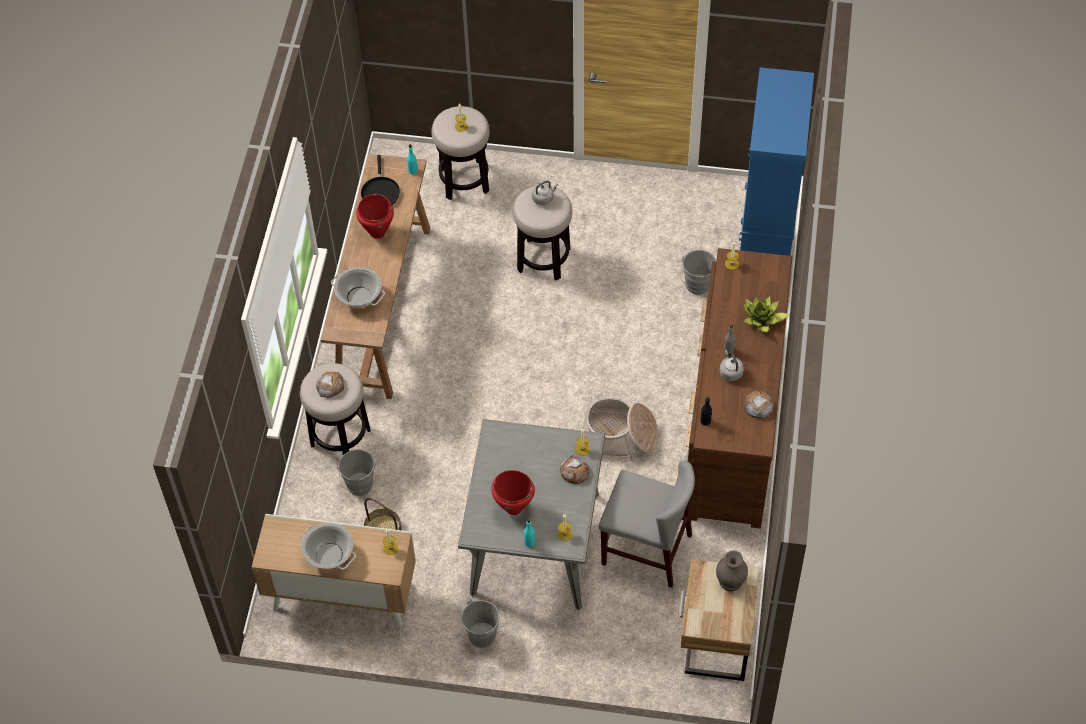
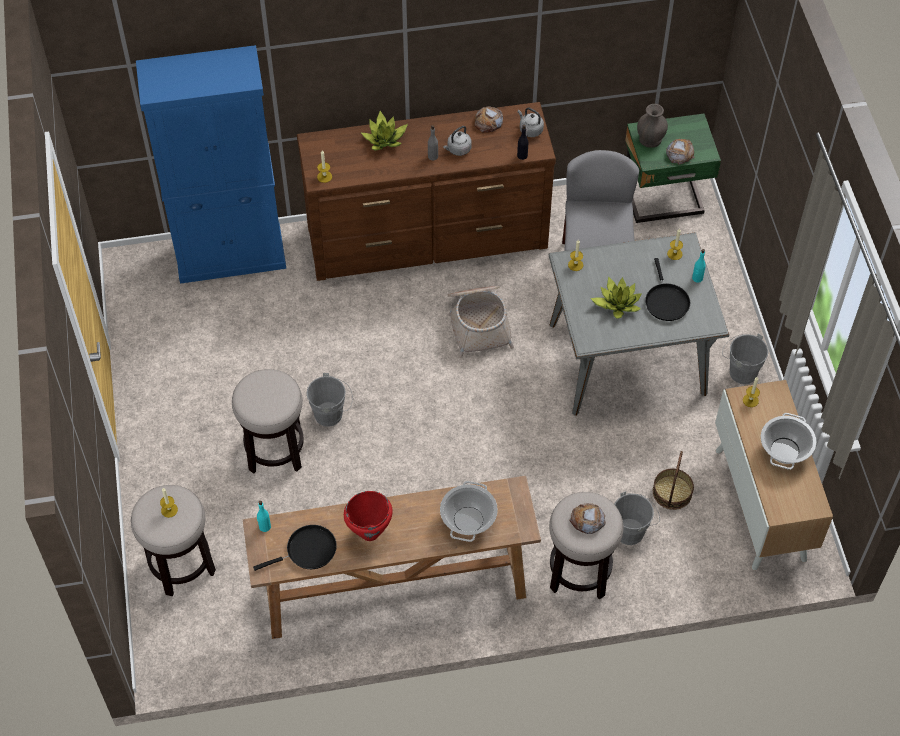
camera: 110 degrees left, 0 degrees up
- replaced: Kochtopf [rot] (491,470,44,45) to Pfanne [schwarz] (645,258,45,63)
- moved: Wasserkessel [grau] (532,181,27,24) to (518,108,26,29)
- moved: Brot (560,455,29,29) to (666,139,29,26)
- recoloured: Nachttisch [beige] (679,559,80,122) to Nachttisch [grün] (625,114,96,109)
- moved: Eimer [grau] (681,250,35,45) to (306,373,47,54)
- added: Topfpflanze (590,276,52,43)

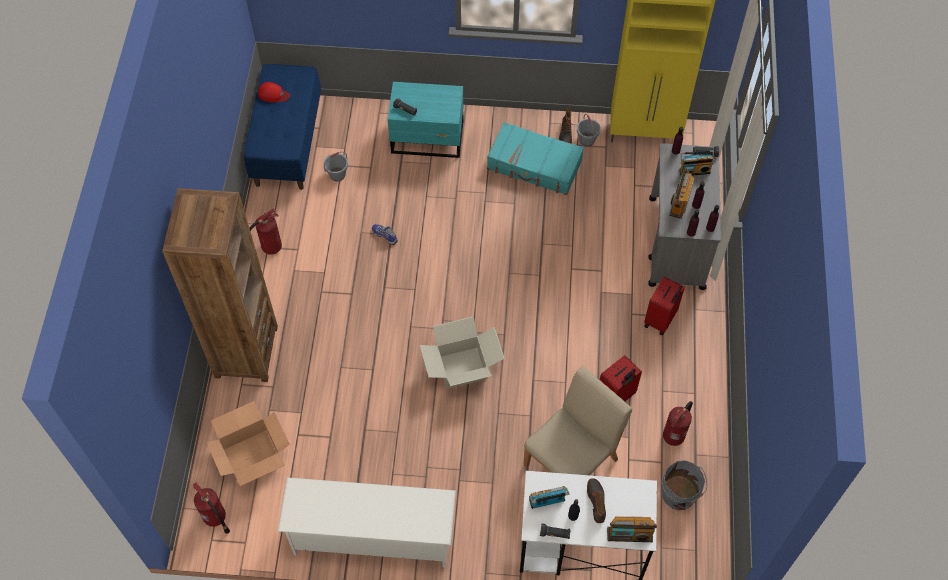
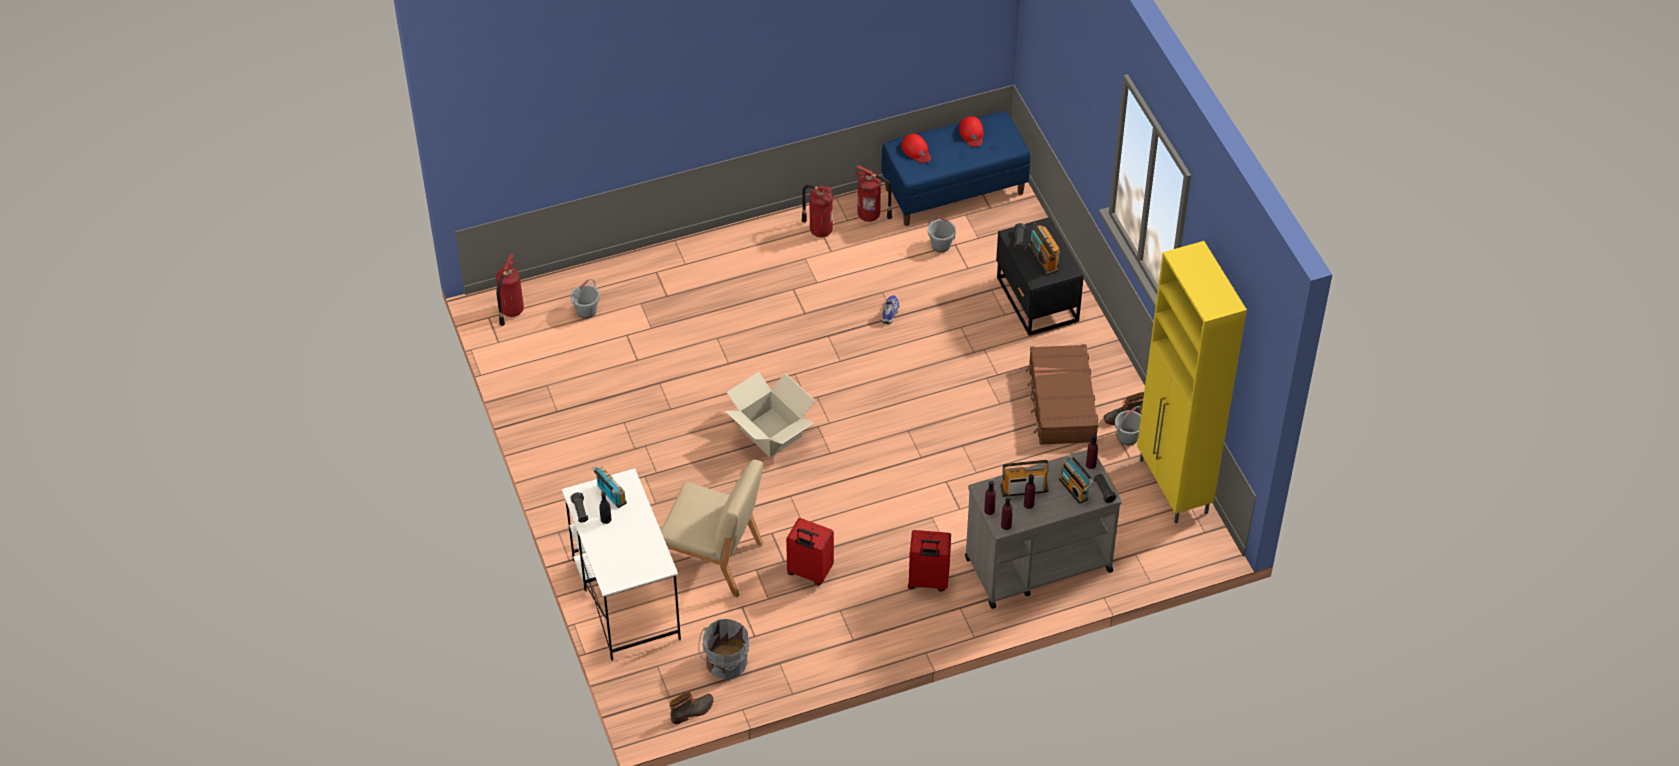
camera: 65 degrees right, 10 degrees down
- removed: Bücherregal [braun] (162,188,116,194)
- replaced: Karton (206,401,84,85) to Eimer [grau] (571,279,29,40)
- removed: Schuhregal [weiß] (278,477,178,91)
- recoloured: Nachttisch [türkis] (387,82,76,76) to Nachttisch [schwarz] (996,217,88,119)
- recoloured: Koffer [türkis] (487,122,97,73) to Koffer [braun] (1025,344,74,101)
- moved: Stiefel (587,478,19,45) to (669,692,45,32)
- moved: Radio (607,516,50,26) to (1028,222,32,53)
- moved: Feuerlöscher (663,401,30,45) to (854,165,38,57)
- added: Kappe [rot] (901,134,30,29)

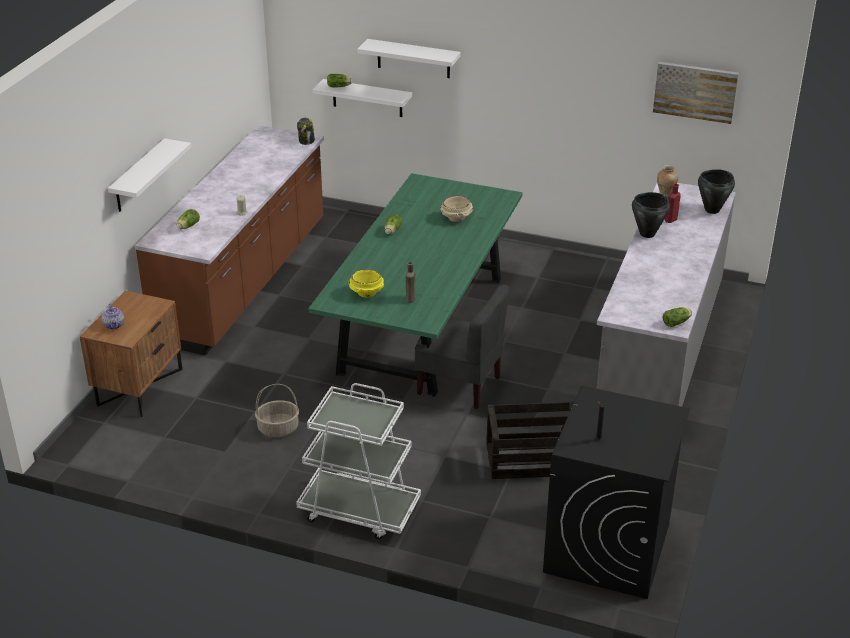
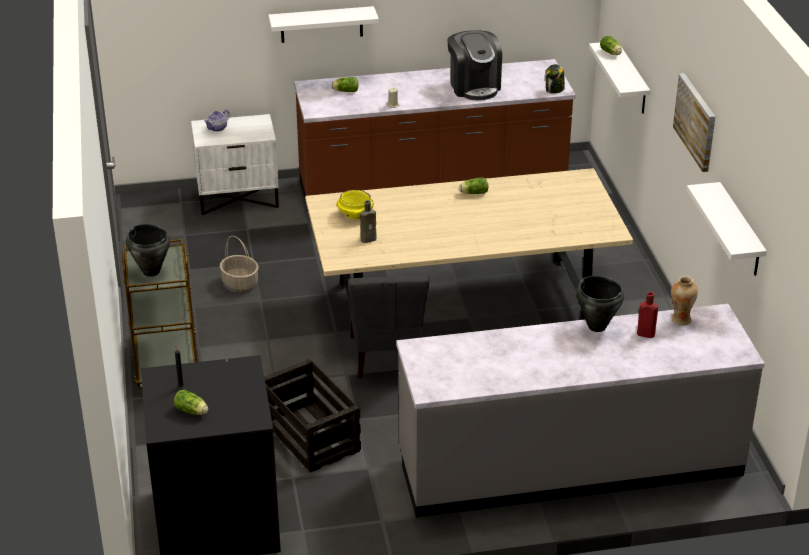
camera: 60 degrees right, 0 degrees up
- recoloured: Nachttisch [braun] (80,291,102,126) to Nachttisch [weiß] (191,114,88,101)
- recoloured: Rollwagen [weiß] (296,383,125,157) to Rollwagen [braun] (121,239,76,150)
- recoloured: Esstisch [grün] (308,173,214,224) to Esstisch [beige] (305,168,328,152)
- moved: Wandregal [weiß] (357,39,104,39) to (687,182,80,94)
- removed: Schüssel [beige] (440,196,33,26)
- moved: Bild (653,62,86,62) to (673,73,42,99)
- moved: Salatkopf (663,307,29,20) to (174,390,34,25)
- moved: Kochtopf [schwarz] (698,169,37,45) to (126,224,44,53)
- added: Kaffeemaschine (447,30,55,70)

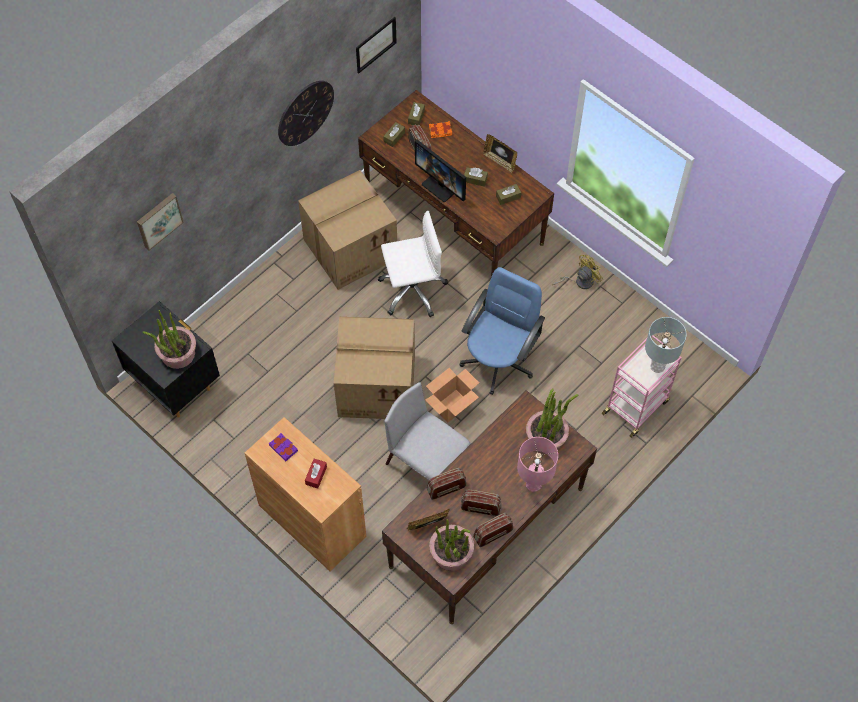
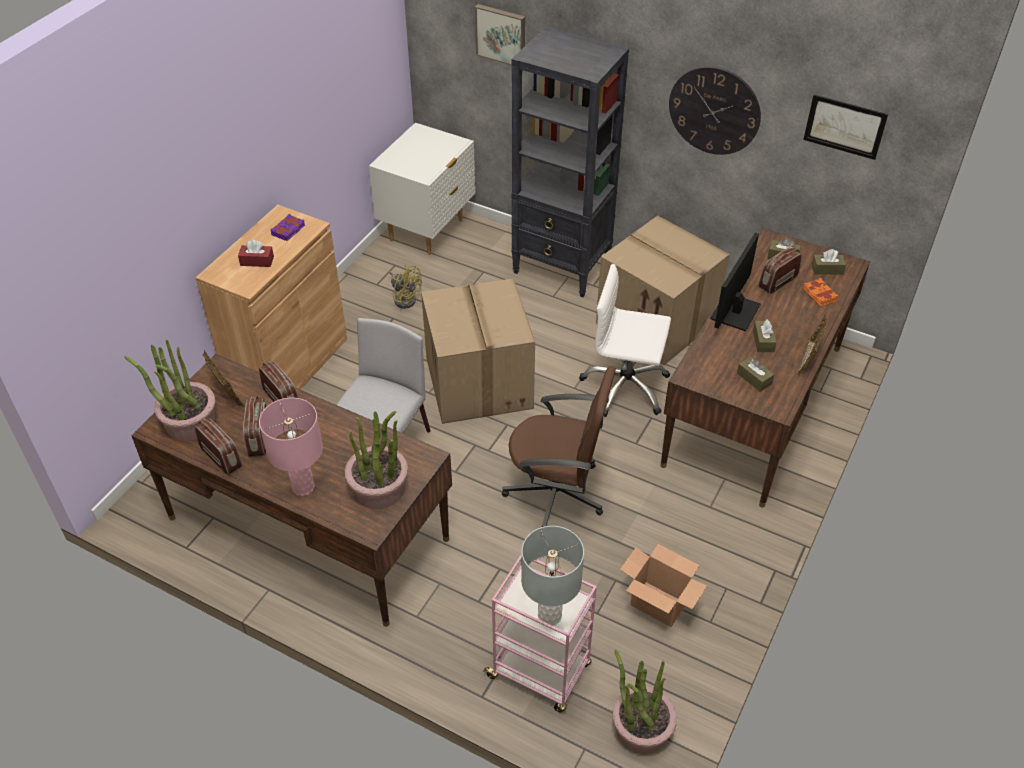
camera: 75 degrees right, 15 degrees down
- recoloured: Nachttisch [schwarz] (112,301,108,117) to Nachttisch [weiß] (369,123,106,132)
- moved: Topfpflanze (142,310,54,59) to (612,649,65,105)
- turned: Bürostuhl [weiß] (378,211,70,106) = (579,264,92,153) 135 degrees clockwise
- moved: Karton (426,368,53,54) to (620,544,87,83)
- recoloured: Bürostuhl [blau] (460,267,85,128) to Bürostuhl [braun] (502,366,114,161)
- moved: Ventilator [gelb] (553,255,50,34) to (389,265,33,44)
- added: Bücherregal [schwarz] (511,26,118,271)

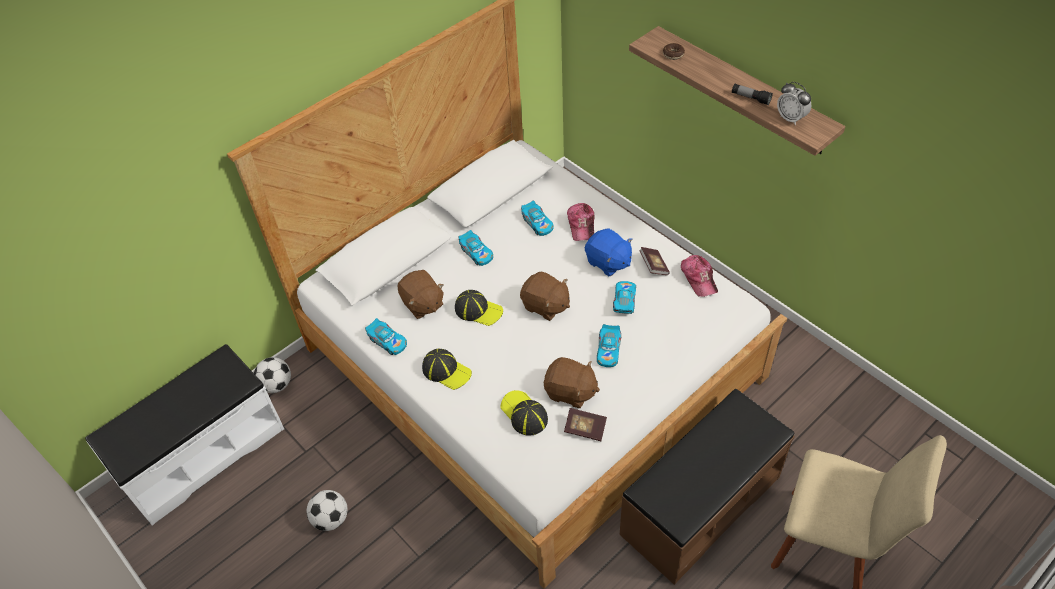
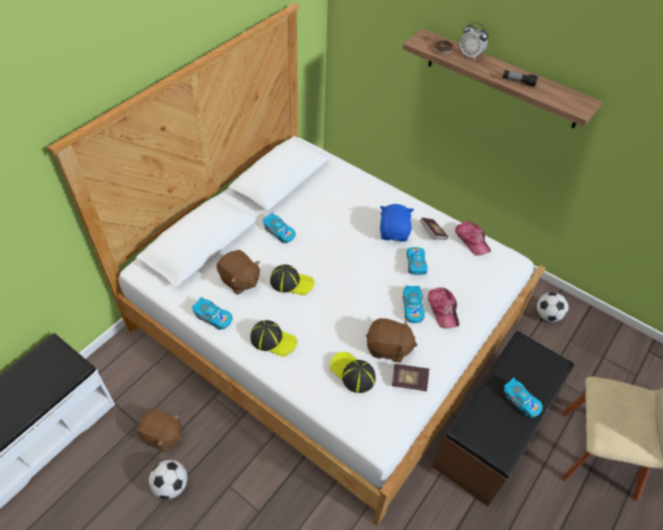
camera: 15 degrees left, 0 degrees up
- moved: Fußball (254,357,37,36) to (537,292,31,30)
- moved: Plüschtier [braun] (520,271,50,50) to (137,409,45,43)
- moved: Spielzeugauto (521,201,33,35) to (504,377,39,41)
- moved: Kappe (567,203,27,38) to (428,287,31,42)
- turned: Plüschtier [blau] (585,228,47,48) = (380,204,34,37) 120 degrees counterclockwise
- moved: Wecker (777,82,34,43) to (460,22,28,38)

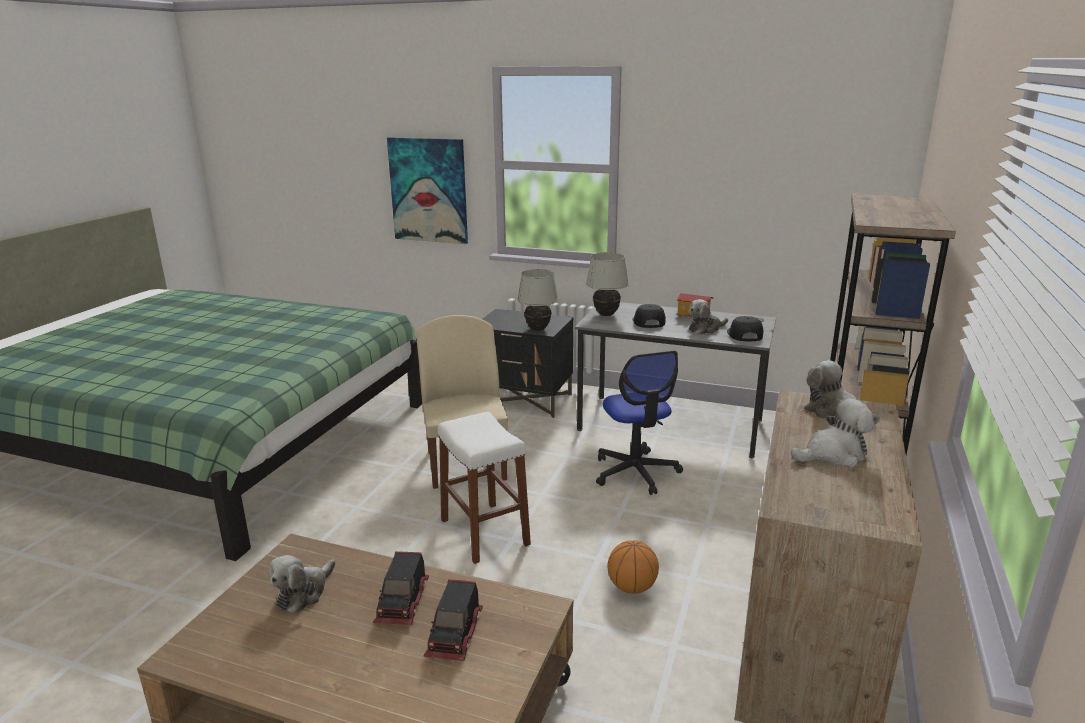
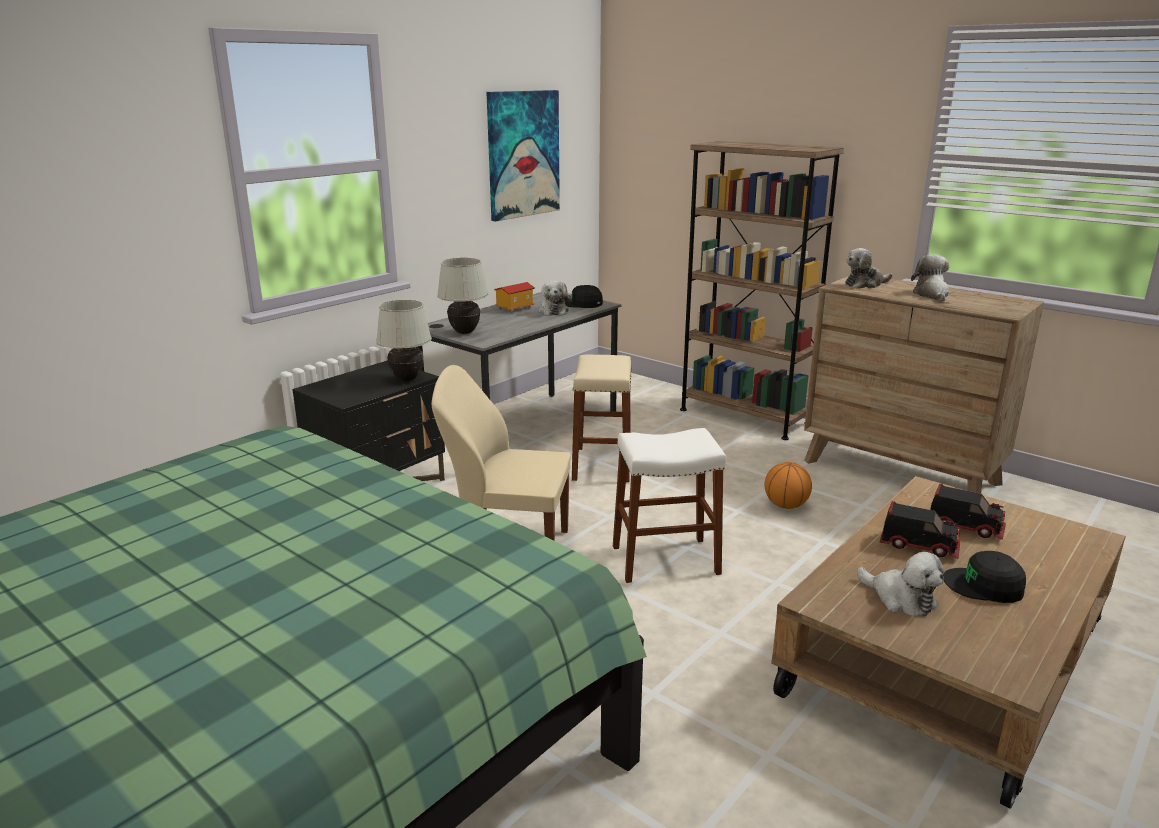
camera: 70 degrees left, 0 degrees up
- moved: Bild (387,137,81,107) to (486,90,74,132)
- replaced: Bürostuhl (596,351,87,144) to Hocker [beige] (572,354,60,128)
- moved: Kappe [schwarz] (633,304,33,24) to (943,551,83,52)

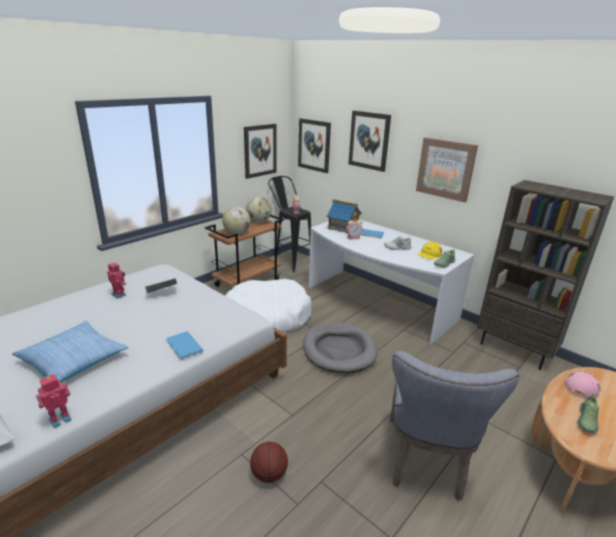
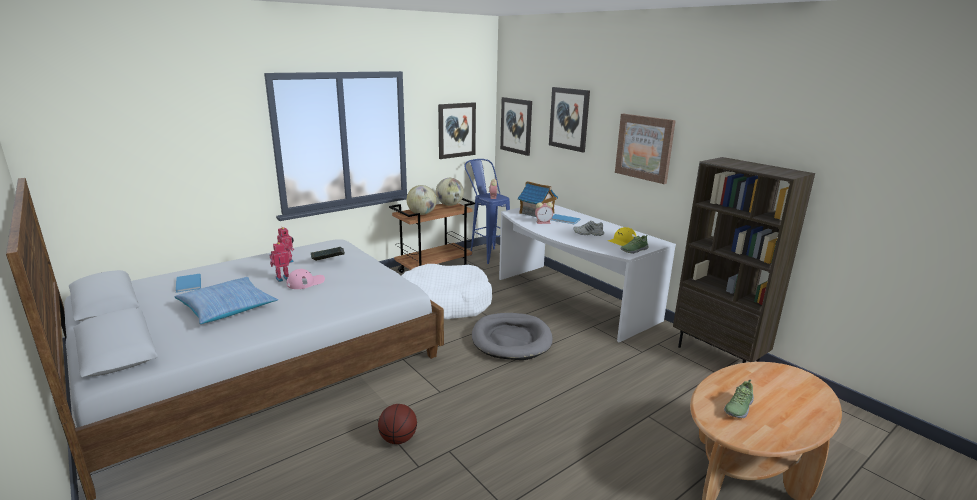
camera: 10 degrees right, 5 degrees down
- moved: Spielzeugroboter (36,374,36,54) to (269,242,22,40)
- moved: Buch [blau] (166,331,37,29) to (175,274,26,19)
- recoloured: Hocker [schwarz] (268,176,43,96) to Hocker [blau] (464,159,46,105)
- removed: Stuhl [grau] (389,351,130,150)
- moved: Kappe [rosa] (565,372,35,27) to (287,269,38,20)

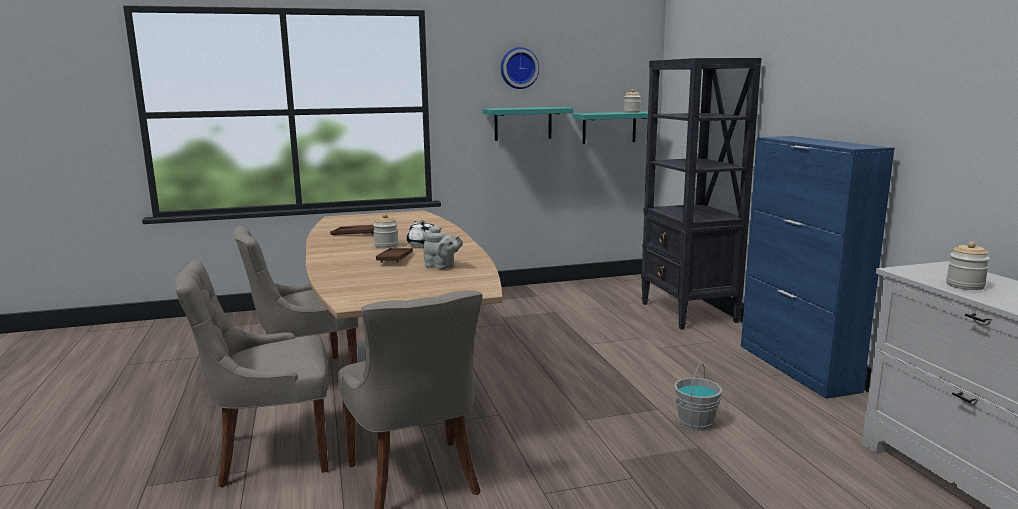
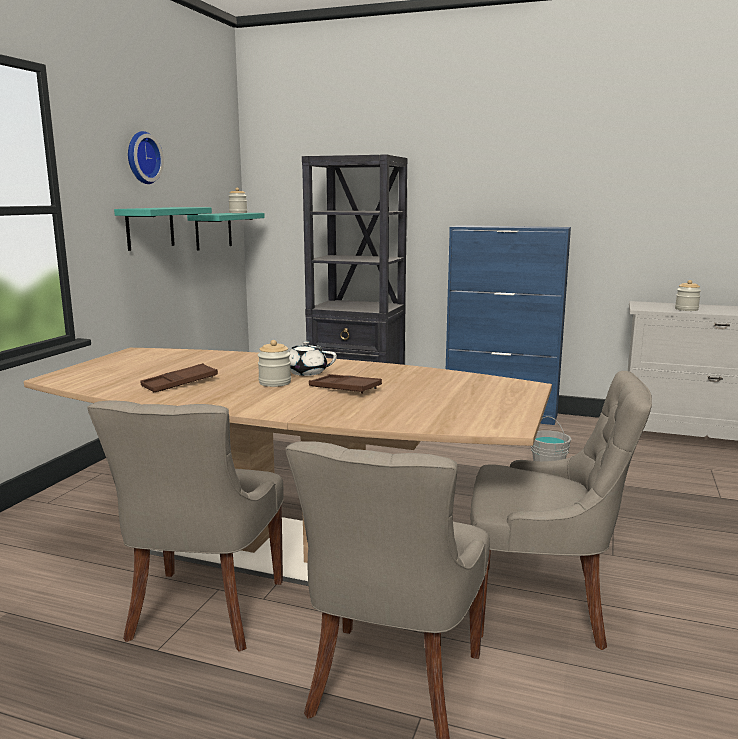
camera: 55 degrees left, 0 degrees up
- removed: Teekanne [grau] (423,225,40,44)

